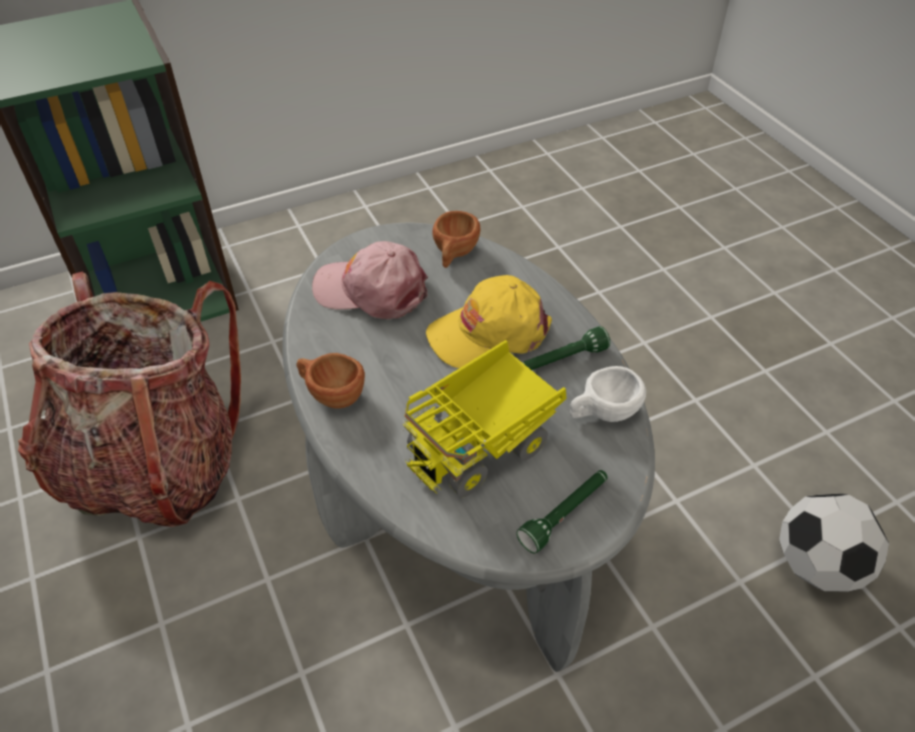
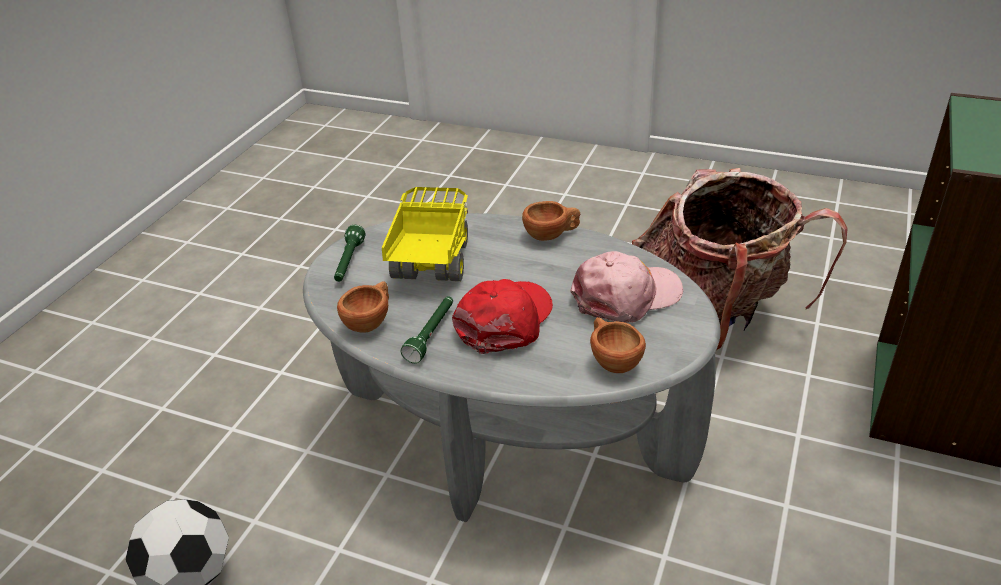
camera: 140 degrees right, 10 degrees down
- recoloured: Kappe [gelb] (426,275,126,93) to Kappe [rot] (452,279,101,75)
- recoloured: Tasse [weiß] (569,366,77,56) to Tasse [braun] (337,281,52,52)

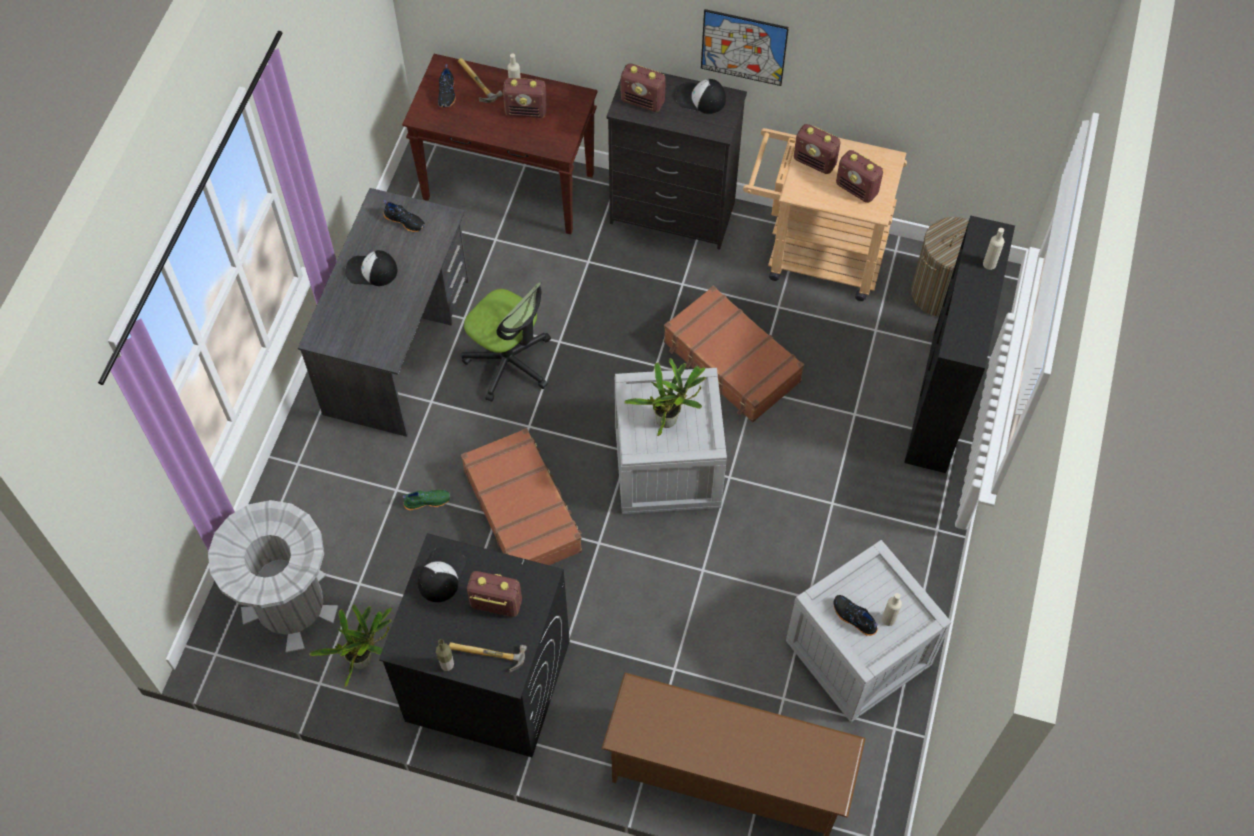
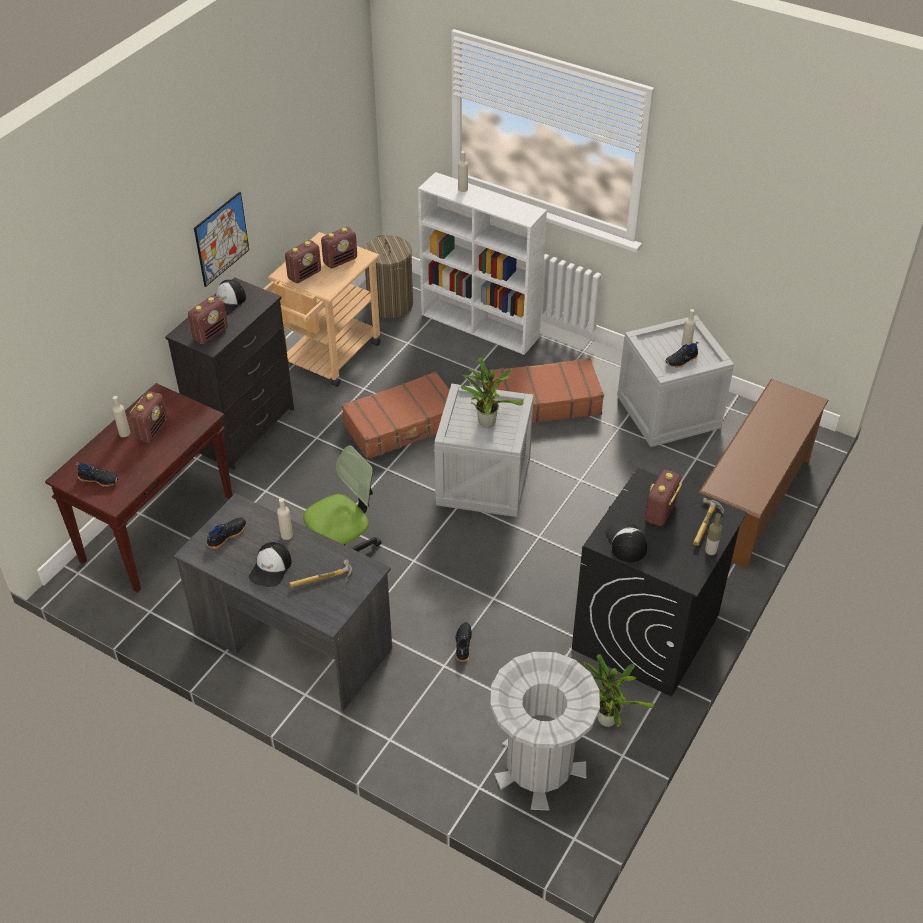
camera: 75 degrees left, 15 degrees down
- recoloured: Schuh [grün] (402,490,48,21) to Schuh [schwarz] (455,622,17,40)
- turned: Kappe (418,547,48,55) = (606,521,41,41) 45 degrees clockwise
- moved: Hammer (458,58,45,45) to (289,560,63,28)
- moved: Koffer [braun] (461,428,121,137) to (490,358,114,65)
- recoloured: Bücherregal [schwarz] (904,215,111,258) to Bücherregal [weiß] (418,172,129,183)
- added: Flasche [beige] (277,498,16,42)

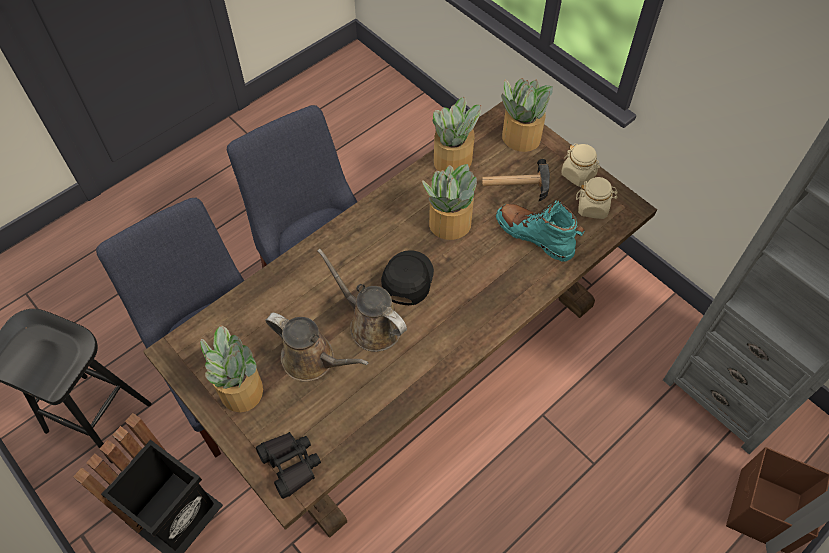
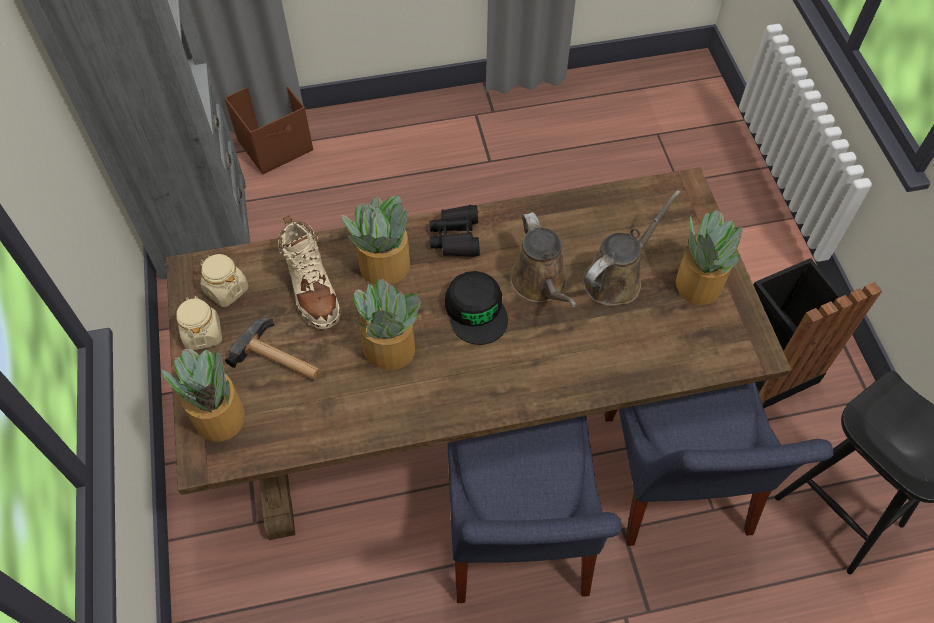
camera: 150 degrees left, 0 degrees up
- moved: Fernglas [schwarz] (256,432,65,67) to (430,205,50,52)
- turned: Gießkanne [braun] (265,313,104,69) = (583,190,98,116) 75 degrees clockwise
- turned: Kappe [schwarz] (381,250,53,55) = (445,271,63,74) 60 degrees counterclockwise
- moved: Topfpflanze (432,97,49,75) to (341,195,69,90)
- recoloured: Stiefel [türkis] (496,200,89,62) to Stiefel [beige] (278,215,63,114)

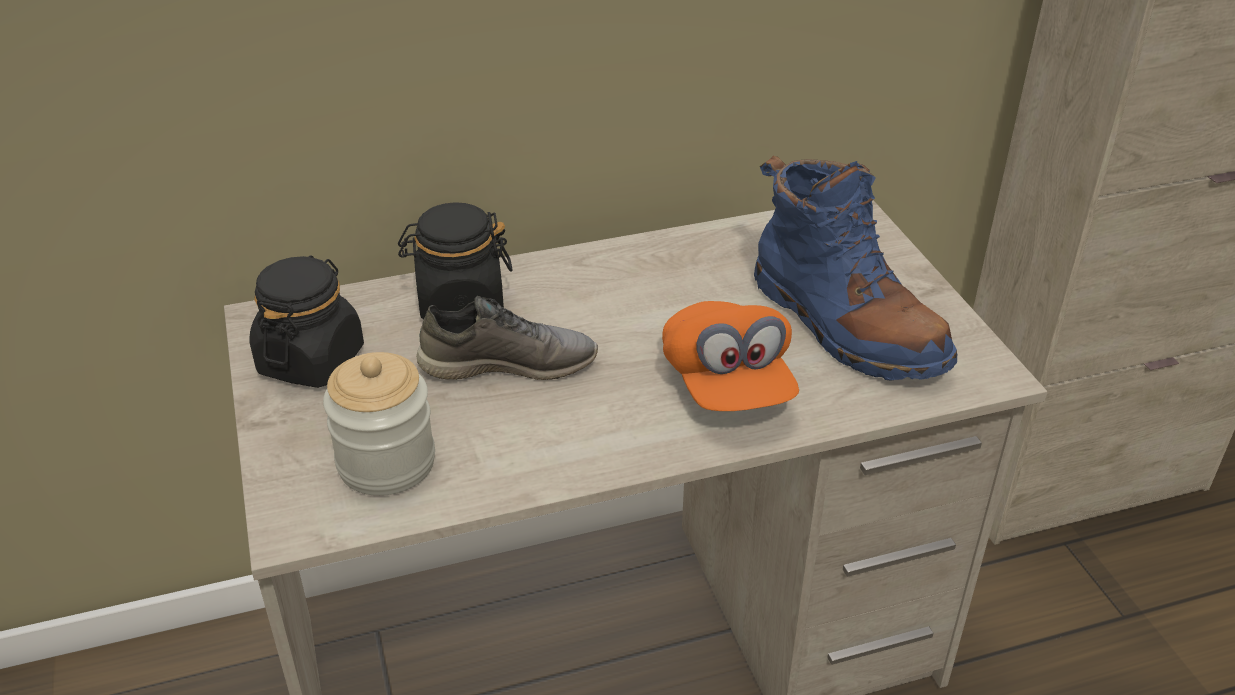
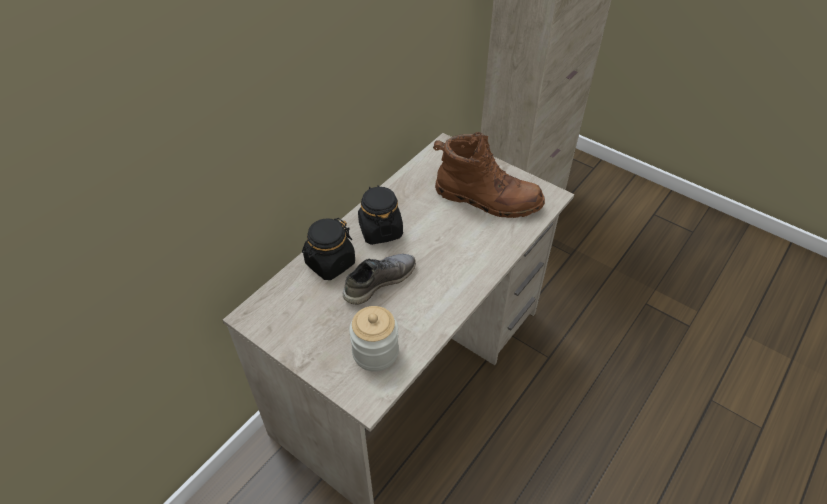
camera: 35 degrees left, 10 degrees up
- moved: Vorratsglas [schwarz] (249,255,115,133) to (358,185,45,60)
- removed: Kappe [orange] (662,301,137,110)
- recoloured: Stiefel [blau] (754,156,204,225) to Stiefel [braun] (433,132,112,86)

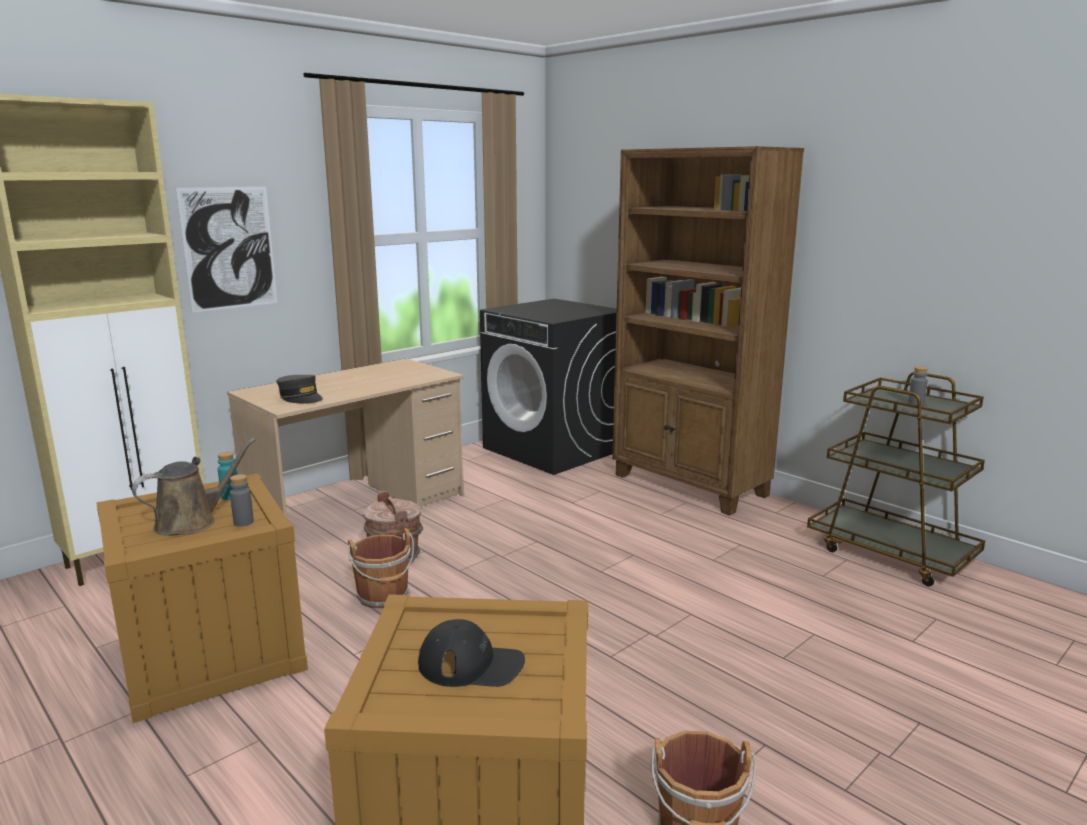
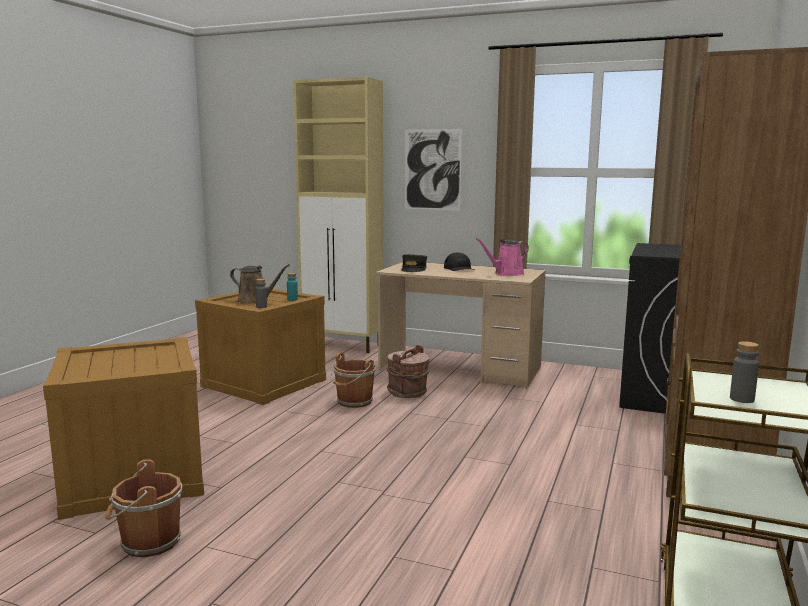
camera: 65 degrees right, 5 degrees down
- moved: Kappe [schwarz] (418,619,107,68) to (444,252,30,19)
- added: Gießkanne [rosa] (476,238,53,38)

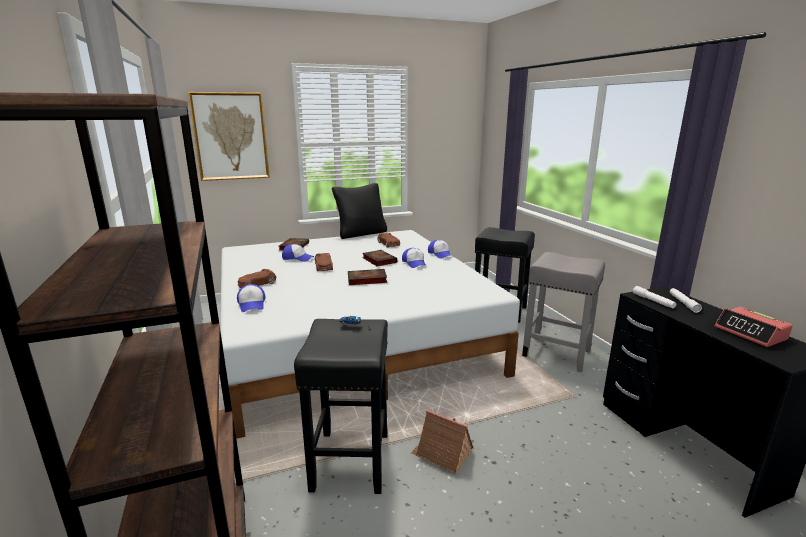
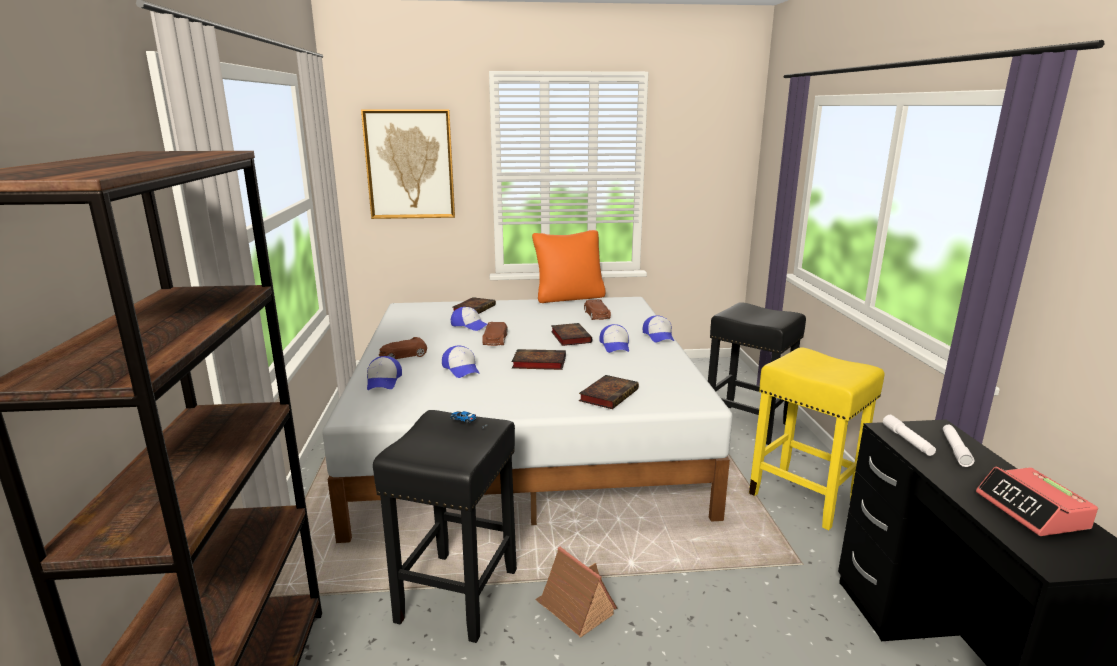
camera: 15 degrees right, 0 degrees up
- recoloured: Kissen [schwarz] (332,183,55,56) to Kissen [orange] (532,230,74,73)
- recoloured: Hocker [grau] (522,252,83,120) to Hocker [gelb] (749,347,136,183)
- added: Kappe (442,346,38,32)
- added: Buch (579,375,60,34)

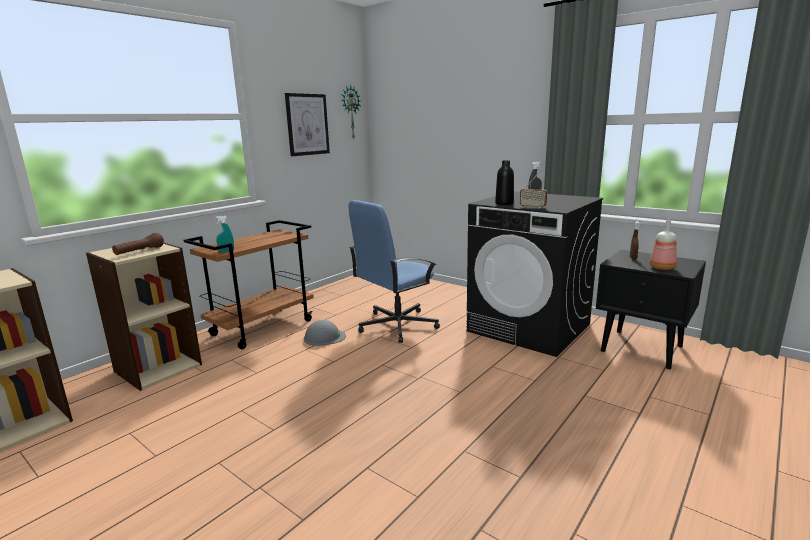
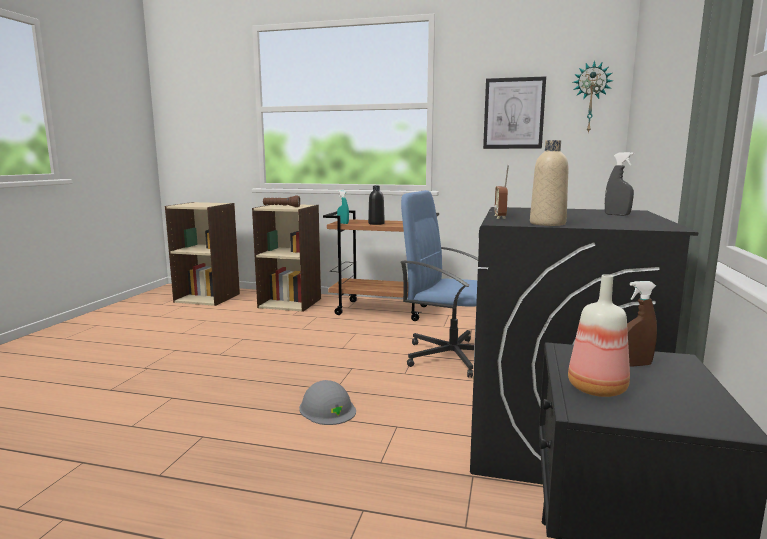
camera: 65 degrees right, 5 degrees down
- moved: Schutzhelm [grau] (303,320,43,26) to (299,380,57,45)
- moved: Flasche [schwarz] (495,160,19,45) to (368,186,17,39)
- added: Flasche [beige] (530,140,39,86)

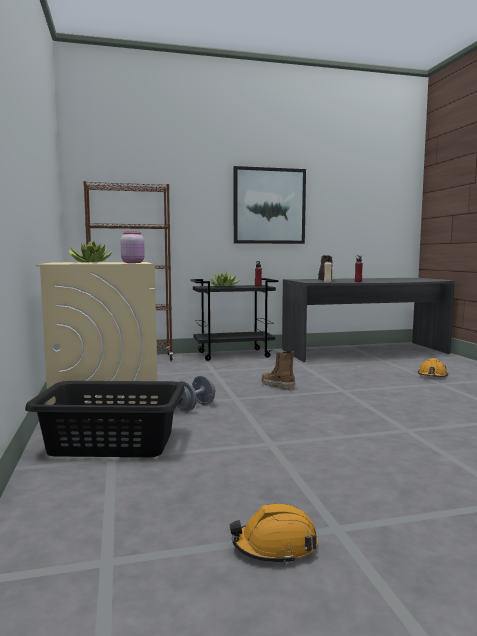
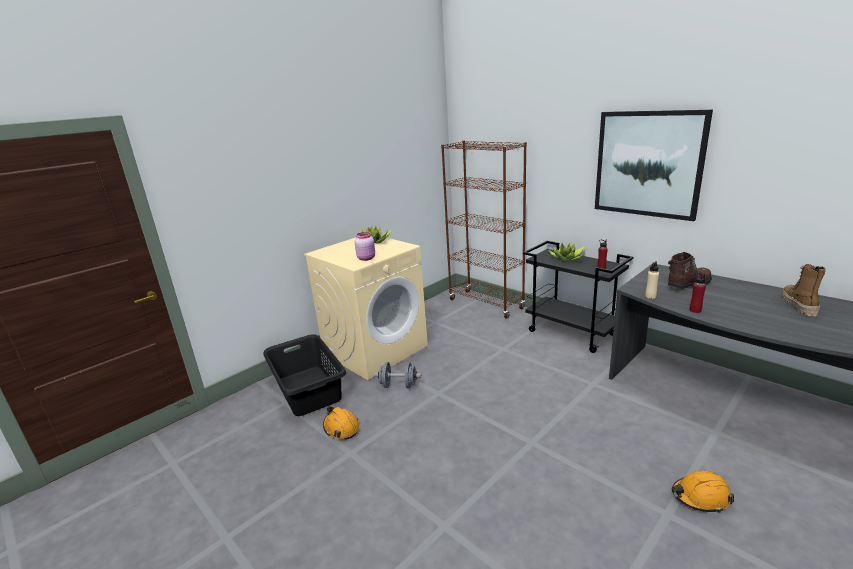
camera: 60 degrees right, 15 degrees up
- moved: Schutzhelm [orange] (229,504,89,61) to (323,406,37,34)
- moved: Stiefel (261,351,34,39) to (782,264,44,53)

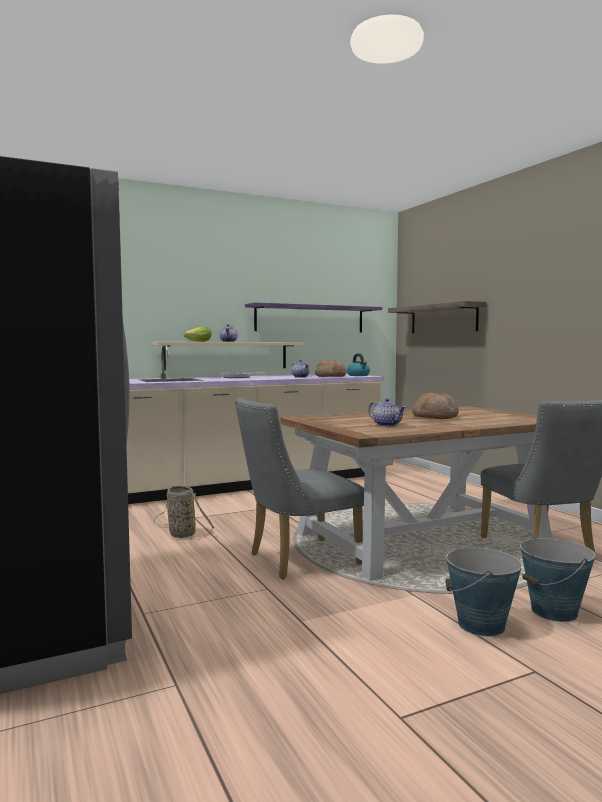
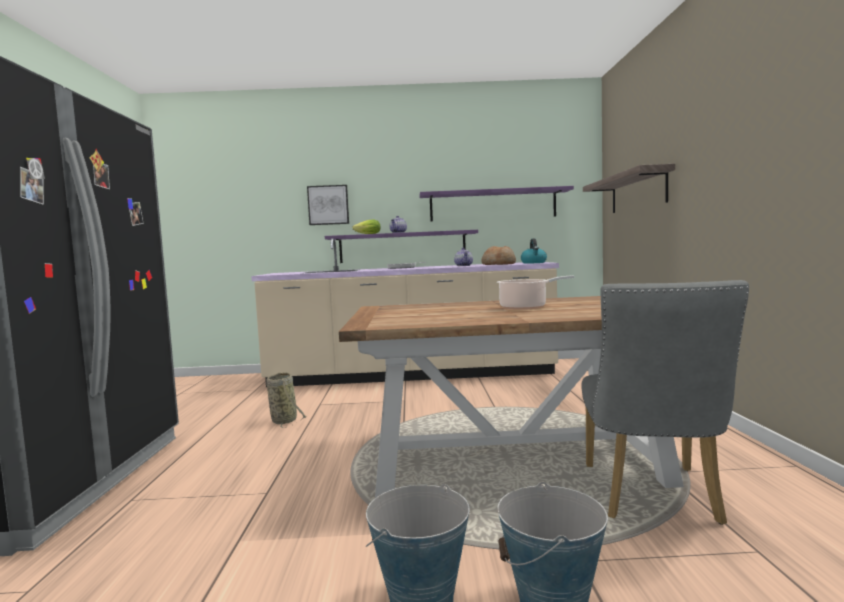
camera: 25 degrees right, 0 degrees up
- recoloured: Wandregal [beige] (152,342,153,28) to Wandregal [lila] (325,230,153,33)
- removed: Stuhl [grau] (235,397,129,182)
- removed: Teekanne (368,398,38,28)
- replaced: Brot (412,392,47,27) to Kochtopf (497,276,77,34)
- added: Bild (307,185,42,40)

